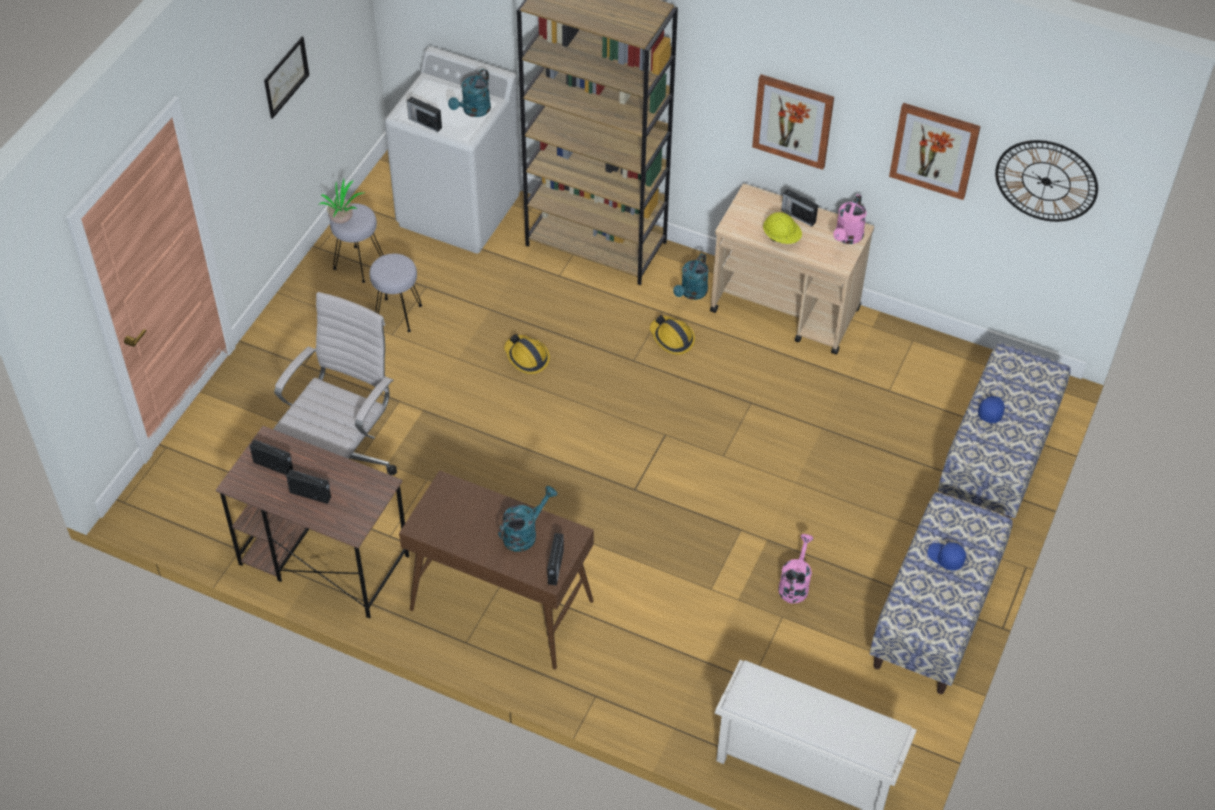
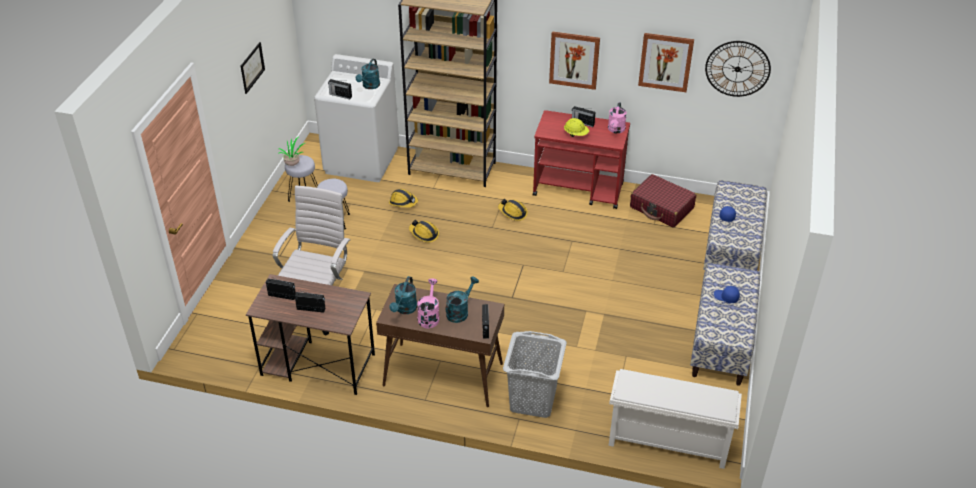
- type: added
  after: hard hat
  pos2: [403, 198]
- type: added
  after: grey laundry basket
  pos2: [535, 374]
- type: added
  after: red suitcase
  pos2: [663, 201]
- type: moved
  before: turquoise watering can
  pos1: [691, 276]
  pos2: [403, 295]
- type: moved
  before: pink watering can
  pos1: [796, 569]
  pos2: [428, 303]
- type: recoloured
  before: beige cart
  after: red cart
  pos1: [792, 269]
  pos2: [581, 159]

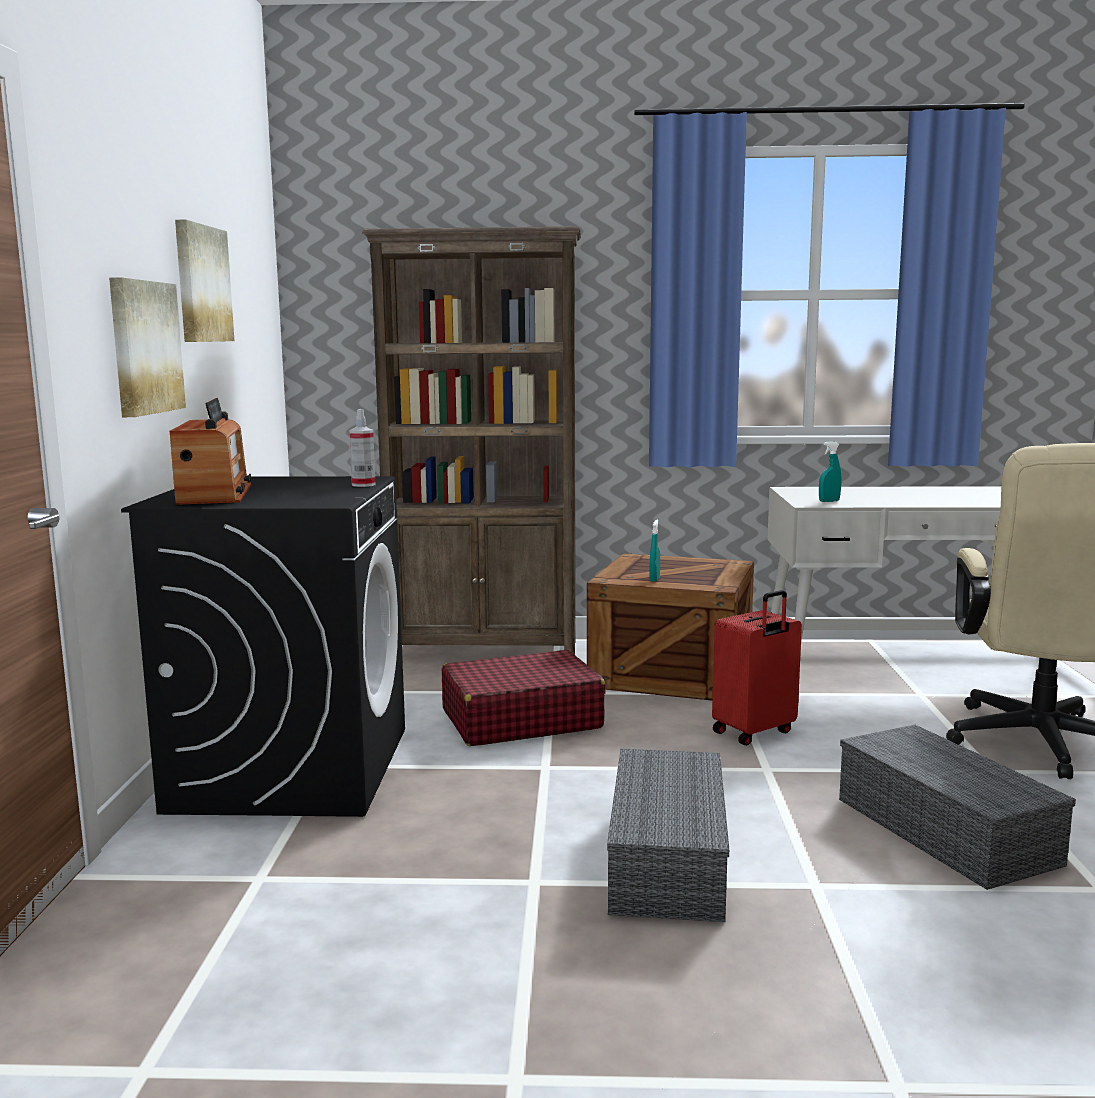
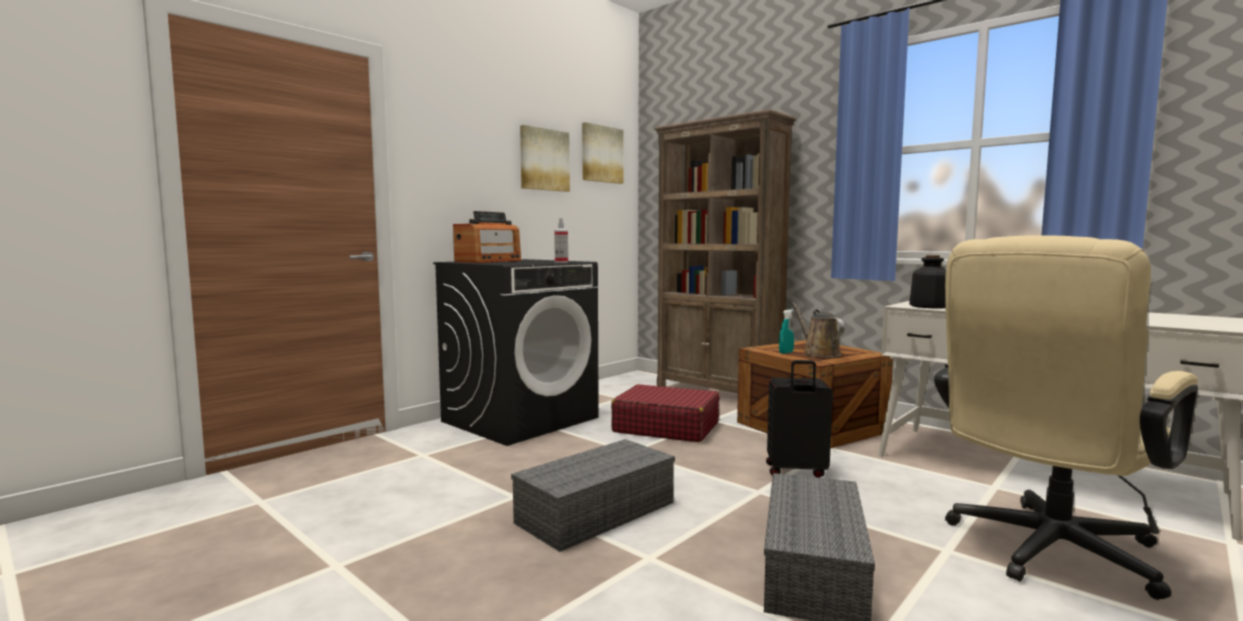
- type: added
  after: brown watering can
  pos2: [818, 330]
- type: moved
  before: picture
  pos1: [147, 347]
  pos2: [603, 153]
- type: replaced
  before: turquoise spray bottle
  after: bottle
  pos1: [830, 472]
  pos2: [927, 281]
- type: recoloured
  before: red suitcase
  after: black suitcase
  pos1: [757, 668]
  pos2: [799, 419]

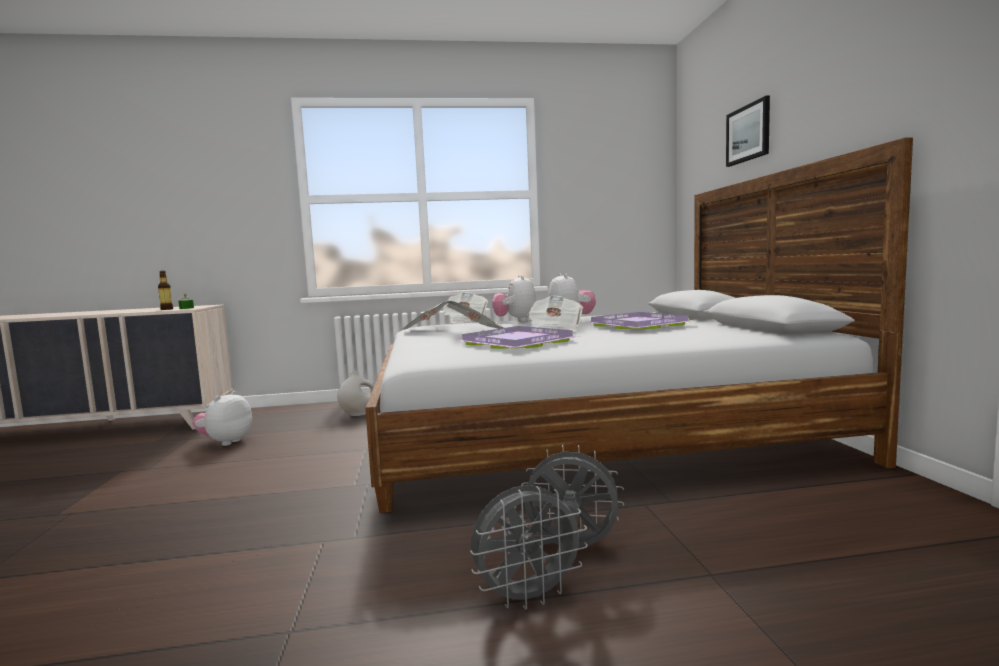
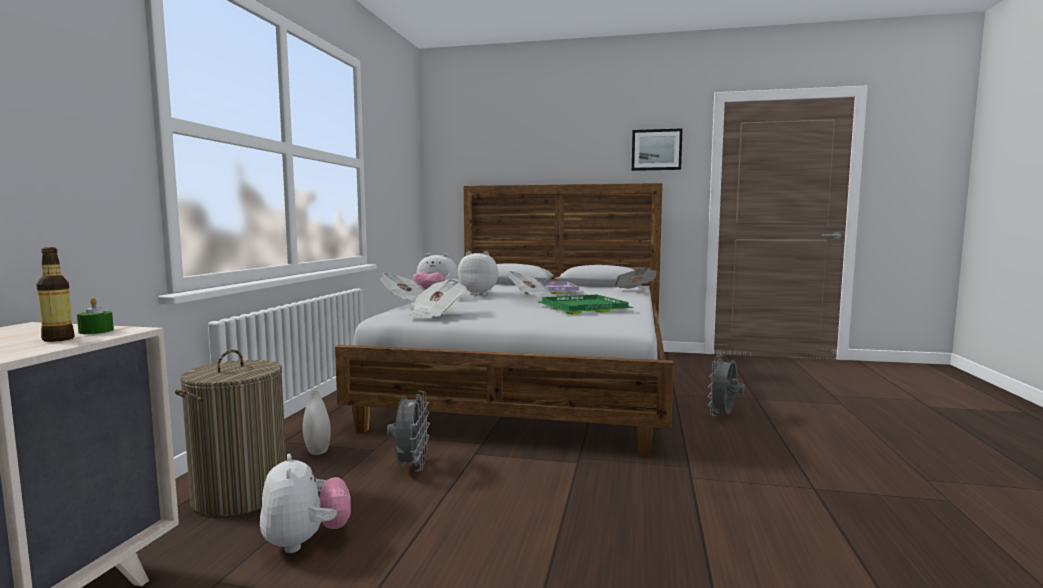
- type: added
  after: laundry basket
  pos2: [230, 433]
- type: moved
  before: newspaper
  pos1: [475, 315]
  pos2: [635, 278]
- type: moved
  before: grey fan
  pos1: [529, 547]
  pos2: [408, 431]
- type: moved
  before: picture
  pos1: [748, 131]
  pos2: [657, 149]
- type: recoloured
  before: purple tray
  after: green tray
  pos1: [516, 337]
  pos2: [586, 304]
- type: turned
  before: plush toy
  pos1: [222, 418]
  pos2: [305, 503]
  turn: -150

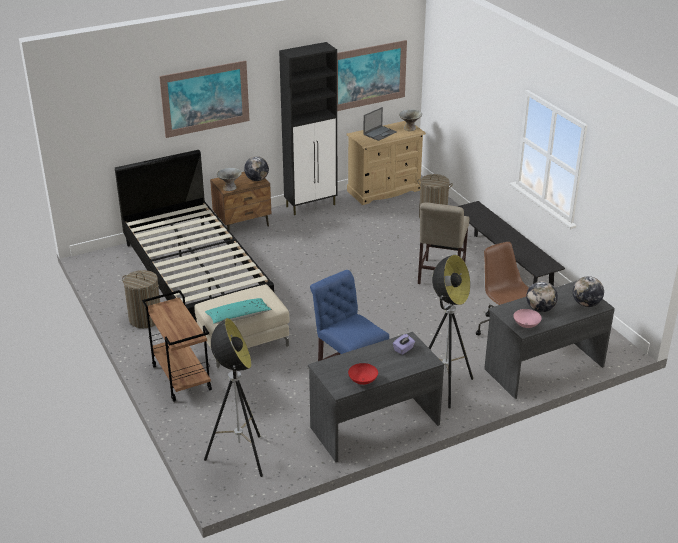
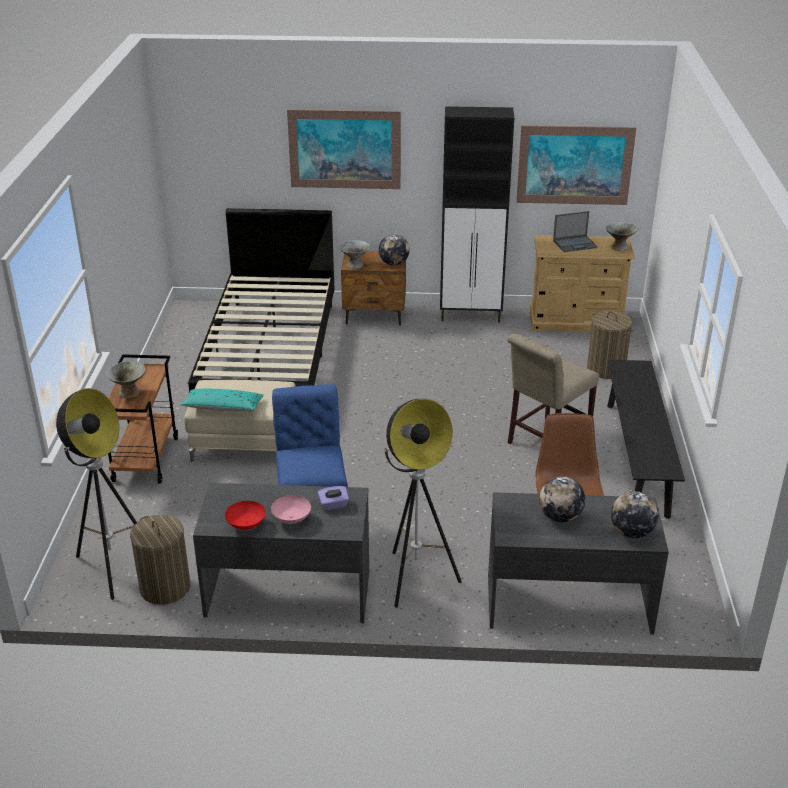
- type: added
  after: grey bowl
  pos2: [126, 380]
- type: moved
  before: laundry basket
  pos1: [141, 299]
  pos2: [160, 560]
- type: moved
  before: pink bowl
  pos1: [528, 318]
  pos2: [291, 509]

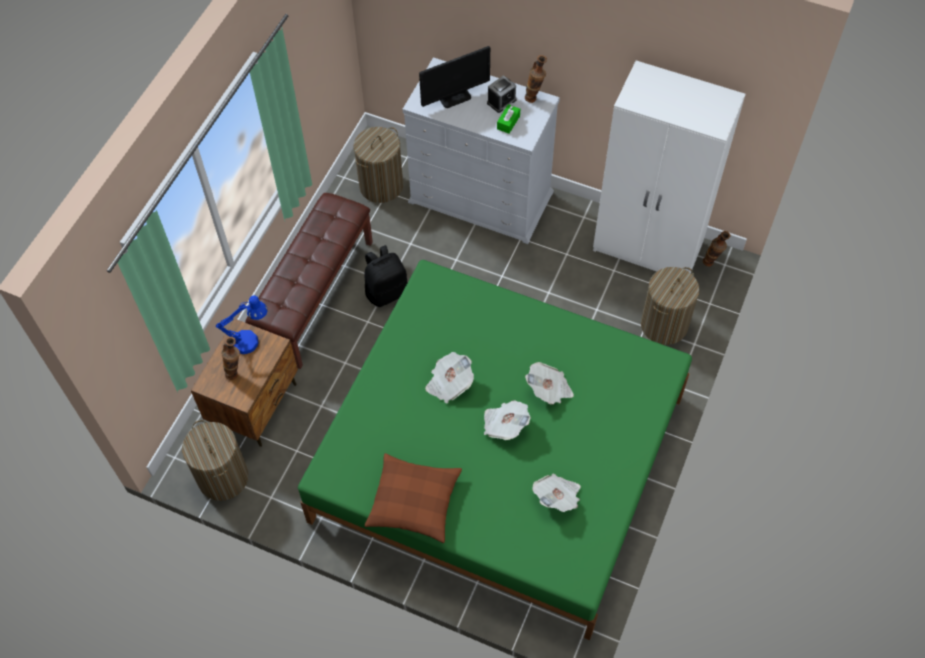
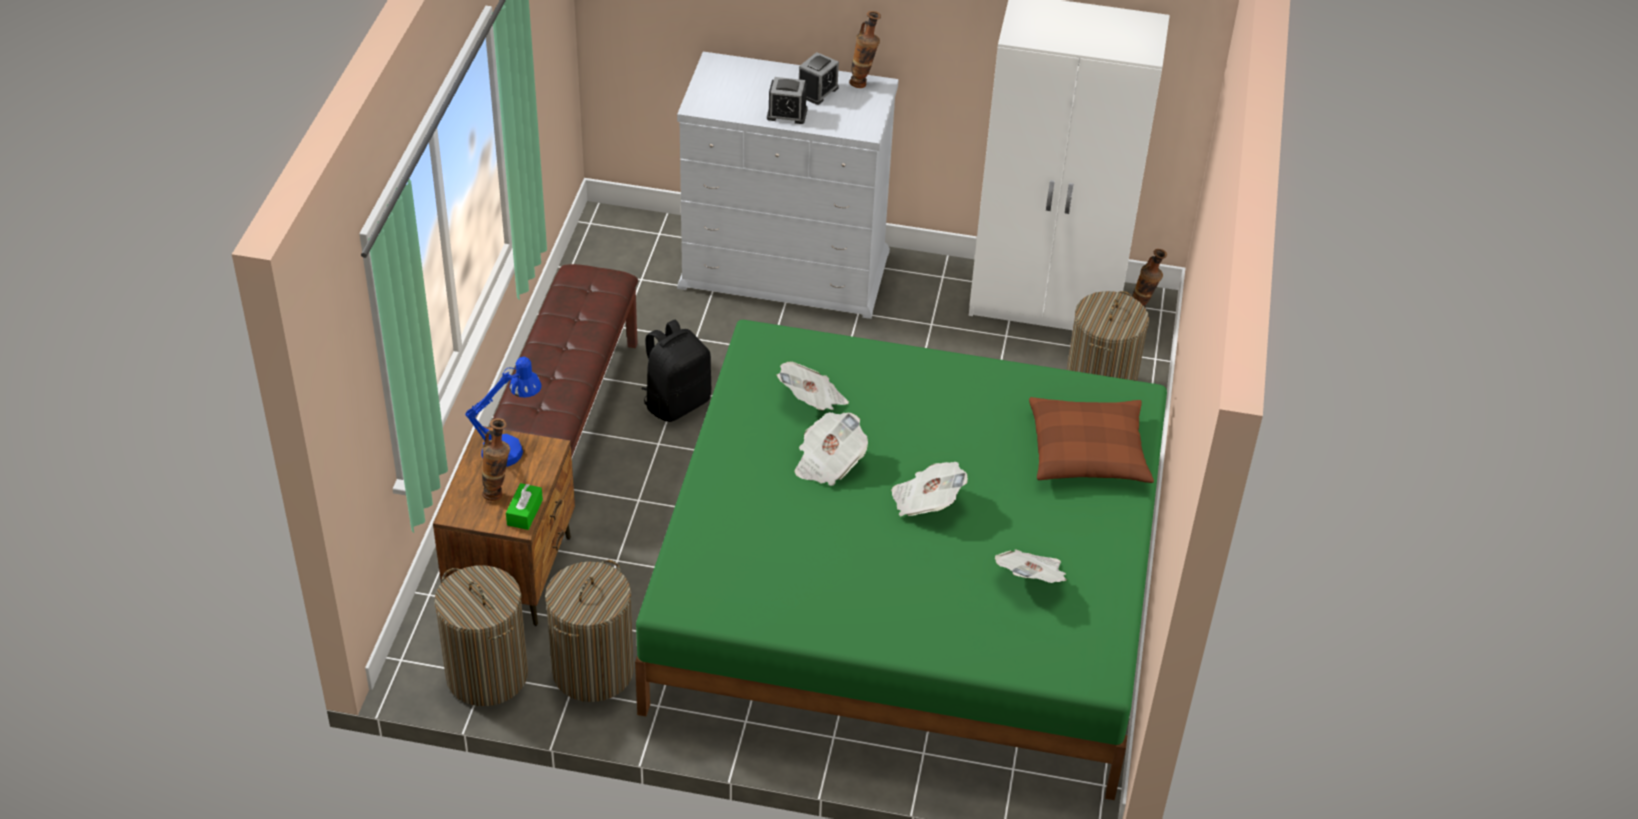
- type: removed
  before: monitor
  pos1: [454, 77]
- type: added
  after: alarm clock
  pos2: [787, 100]
- type: moved
  before: laundry basket
  pos1: [378, 165]
  pos2: [589, 631]
- type: moved
  before: brown pillow
  pos1: [413, 498]
  pos2: [1091, 440]
- type: moved
  before: green tissue box
  pos1: [508, 119]
  pos2: [524, 506]
- type: moved
  before: newspaper
  pos1: [549, 383]
  pos2: [813, 386]

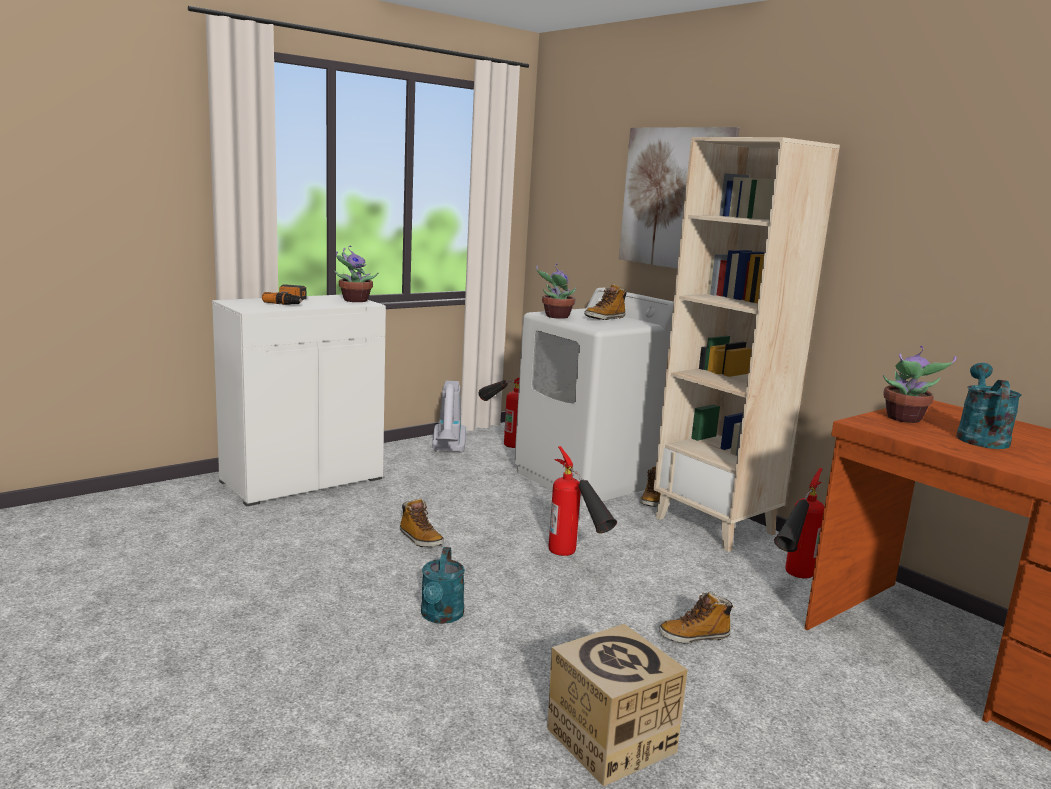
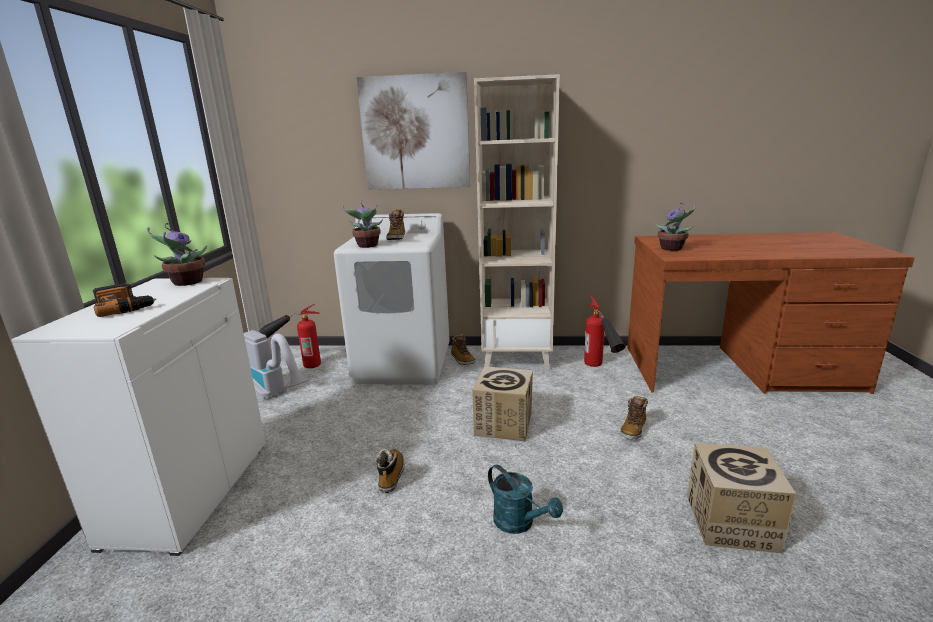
- type: removed
  before: turquoise watering can
  pos1: [988, 406]
- type: replaced
  before: fire extinguisher
  after: cardboard box
  pos1: [583, 501]
  pos2: [502, 403]
- type: turned
  before: boot
  pos1: [422, 522]
  pos2: [390, 470]
  turn: -90

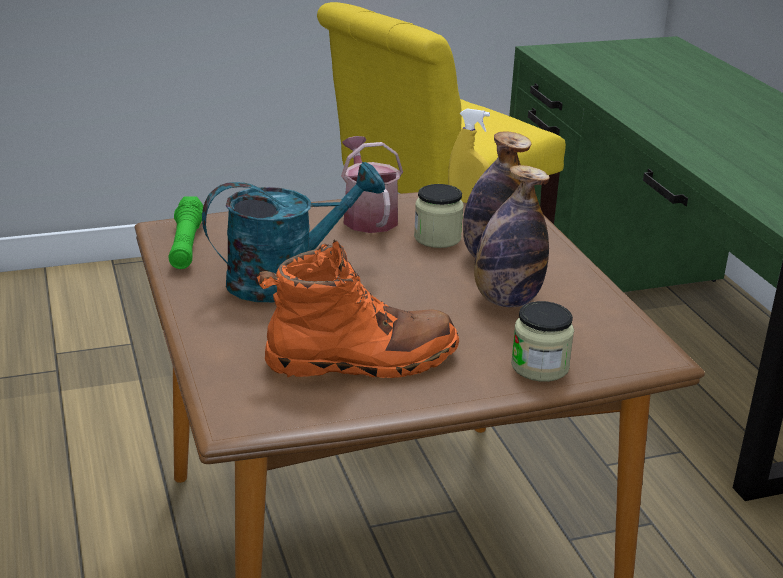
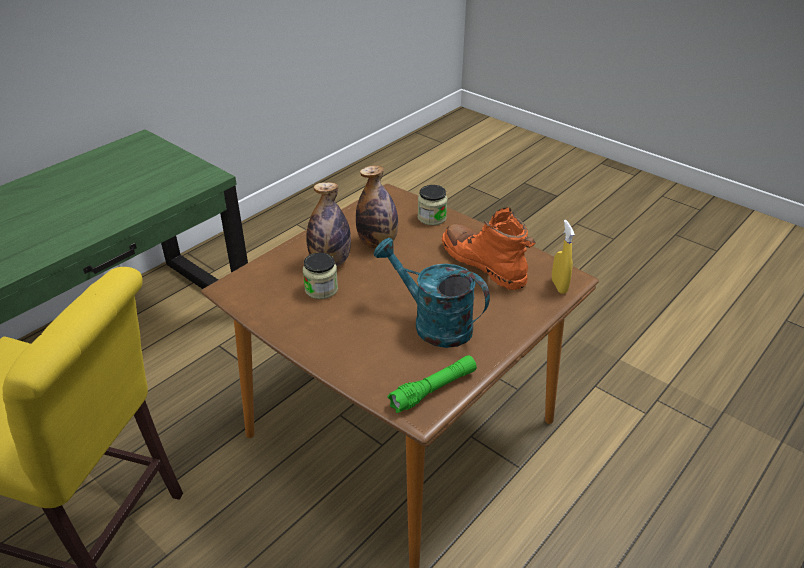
- type: removed
  before: watering can
  pos1: [372, 184]
- type: moved
  before: yellow spray bottle
  pos1: [469, 155]
  pos2: [563, 257]

